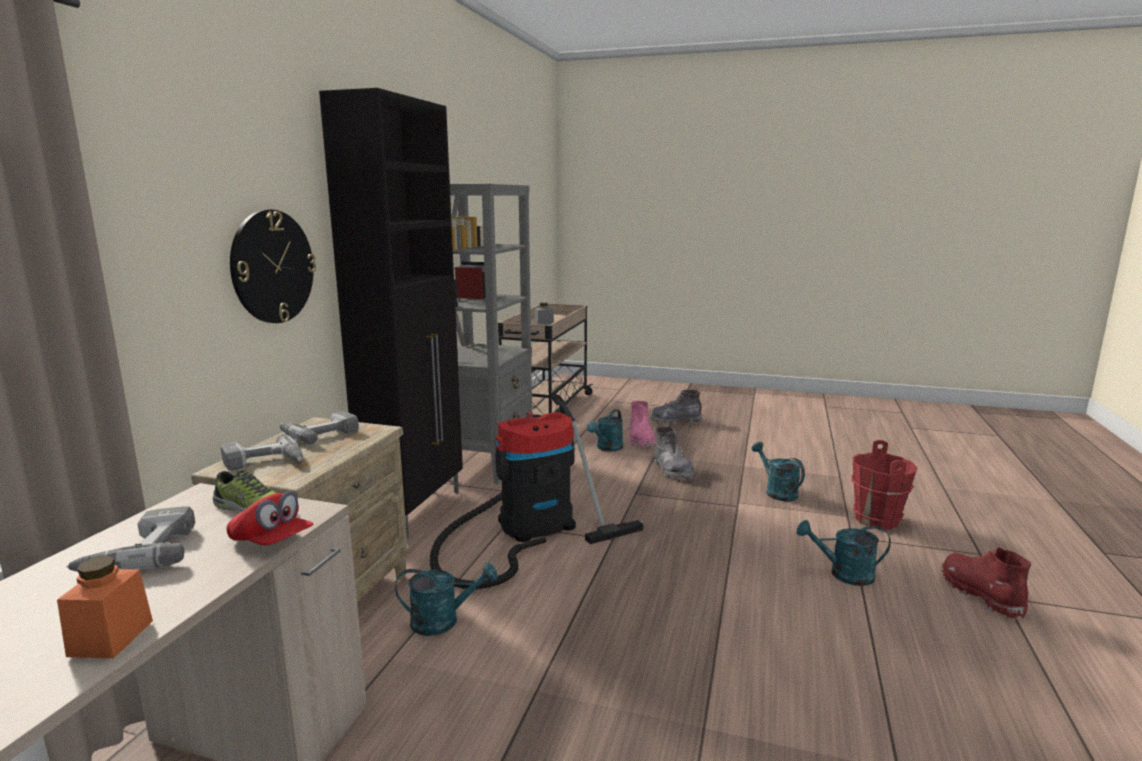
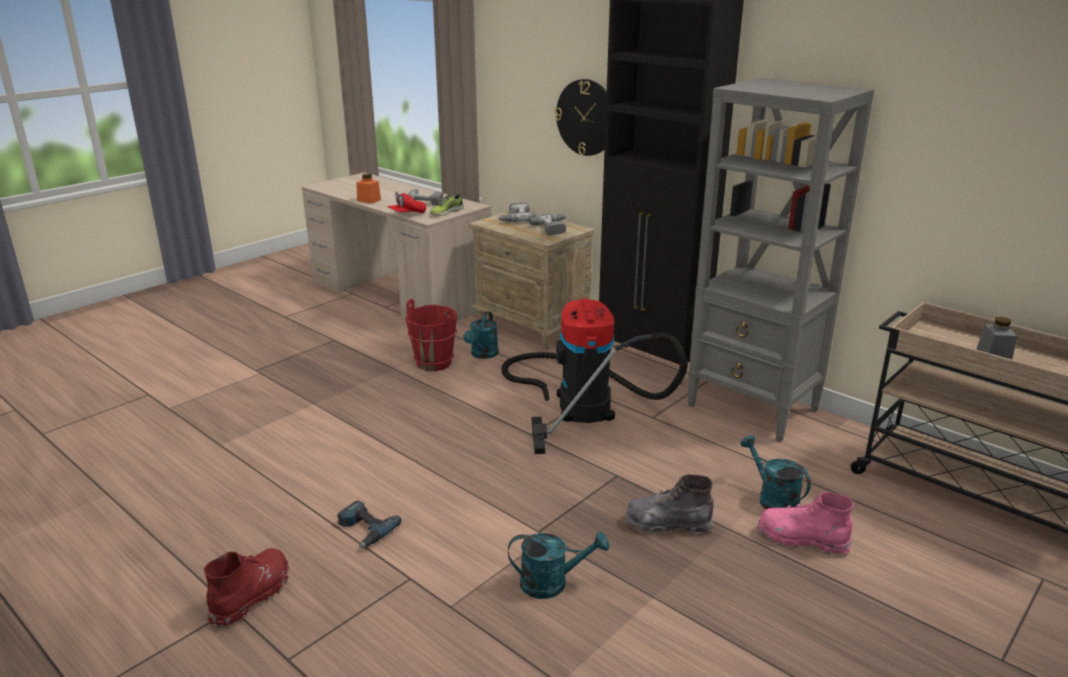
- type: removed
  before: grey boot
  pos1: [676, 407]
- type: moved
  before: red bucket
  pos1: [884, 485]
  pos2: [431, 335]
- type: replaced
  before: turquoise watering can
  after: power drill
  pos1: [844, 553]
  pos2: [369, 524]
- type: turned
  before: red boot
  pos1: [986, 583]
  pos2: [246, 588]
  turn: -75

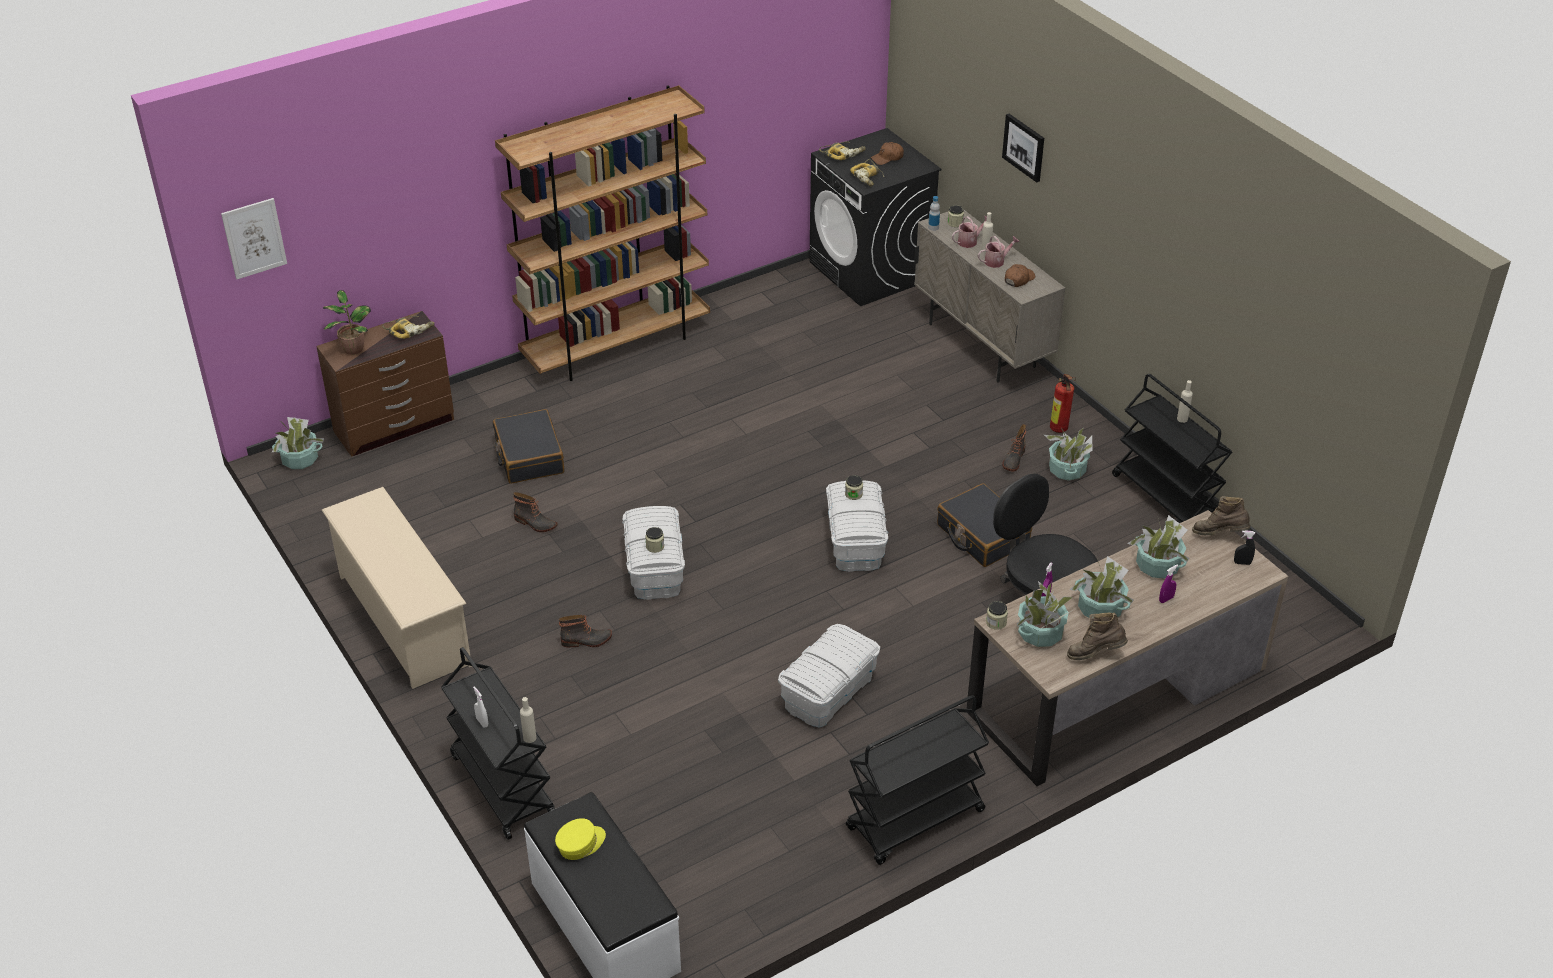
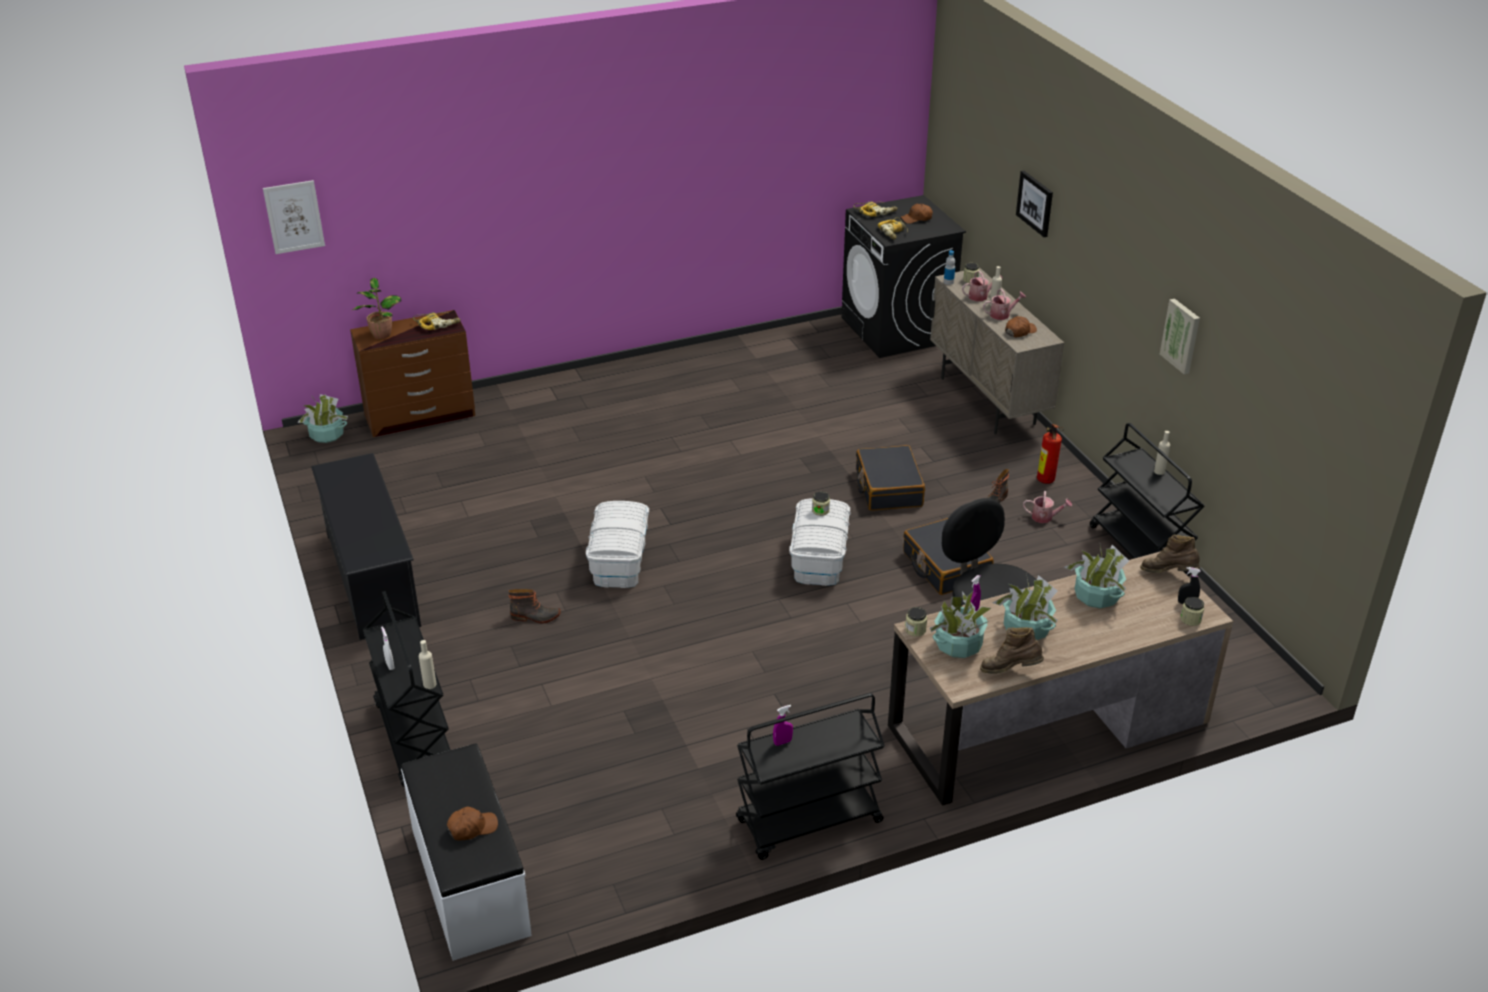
- type: removed
  before: brown bookcase
  pos1: [602, 233]
- type: removed
  before: boot
  pos1: [535, 512]
- type: removed
  before: yellow cap
  pos1: [580, 839]
- type: removed
  before: white storage box
  pos1: [829, 676]
- type: added
  after: brown cap
  pos2: [472, 823]
- type: added
  after: picture
  pos2: [1180, 336]
- type: moved
  before: black suitcase
  pos1: [528, 446]
  pos2: [890, 478]
- type: moved
  before: jar
  pos1: [654, 540]
  pos2: [1192, 611]
- type: moved
  before: purple spray bottle
  pos1: [1168, 583]
  pos2: [783, 725]
- type: replaced
  before: potted plant
  after: watering can
  pos1: [1068, 454]
  pos2: [1047, 507]
- type: recoloured
  before: beige shoe rack
  after: black shoe rack
  pos1: [397, 588]
  pos2: [366, 546]

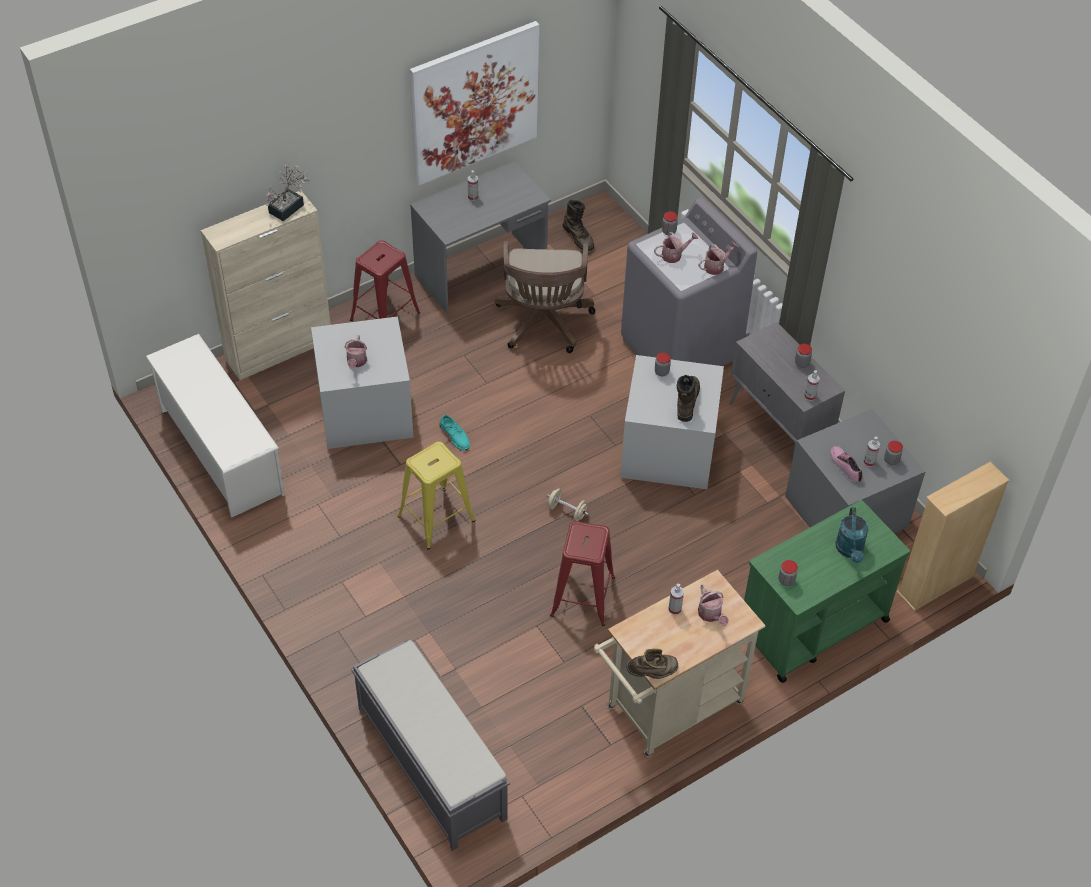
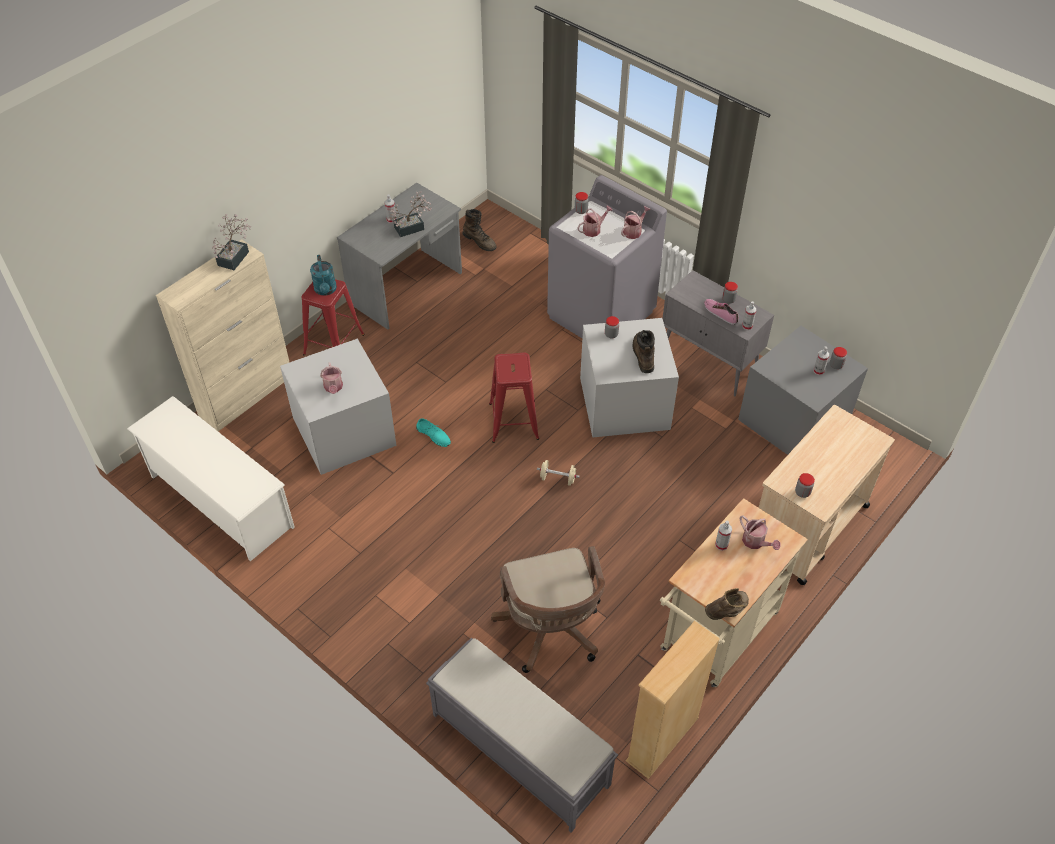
- type: removed
  before: yellow stool
  pos1: [436, 495]
- type: removed
  before: picture
  pos1: [474, 103]
- type: added
  after: potted plant
  pos2: [410, 214]
- type: moved
  before: brown office chair
  pos1: [544, 297]
  pos2: [548, 609]
- type: moved
  before: red stool
  pos1: [582, 573]
  pos2: [514, 397]
- type: moved
  before: shoe
  pos1: [846, 464]
  pos2: [721, 312]
- type: moved
  before: turquoise watering can
  pos1: [851, 535]
  pos2: [323, 275]
- type: moved
  before: beige bookcase
  pos1: [953, 536]
  pos2: [673, 700]
- type: recoloured
  before: green cart
  after: beige cart
  pos1: [827, 591]
  pos2: [826, 495]

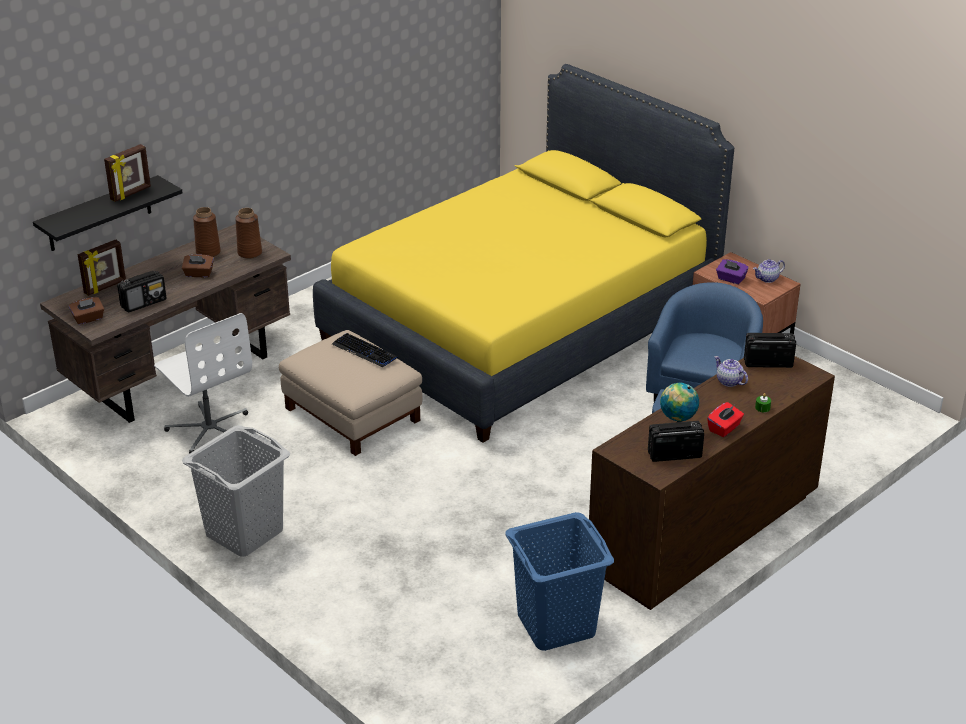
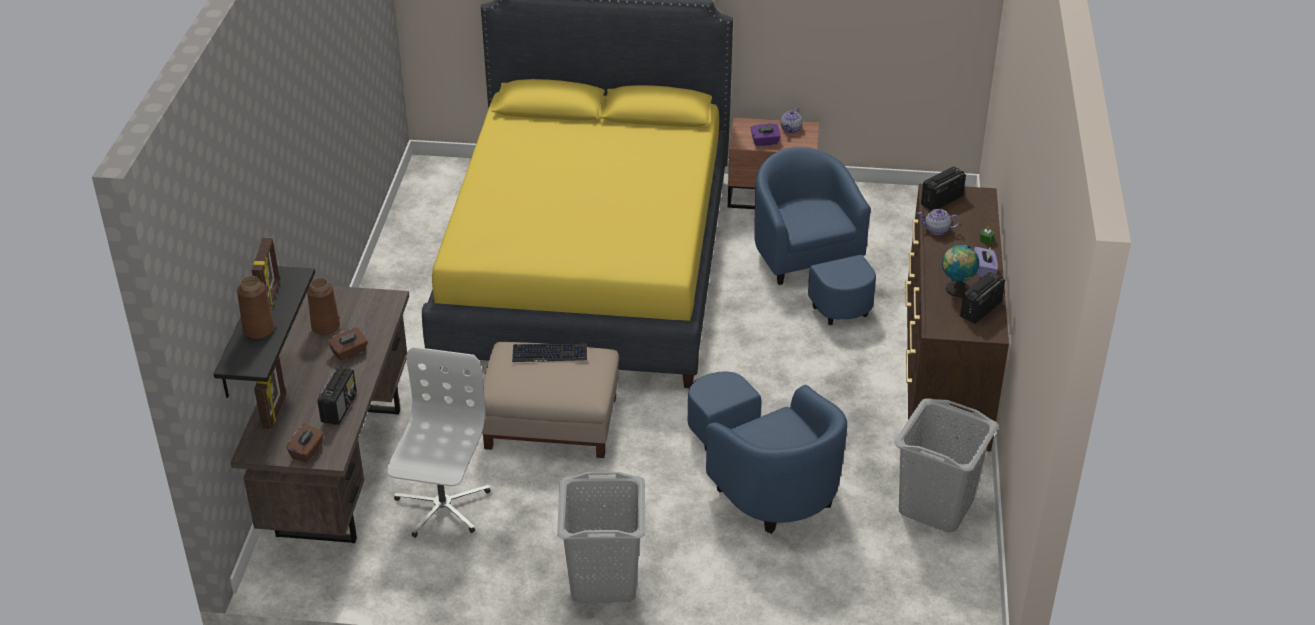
- type: added
  after: blue armchair
  pos2: [767, 453]
- type: moved
  before: brown vase
  pos1: [248, 233]
  pos2: [256, 307]
- type: recoloured
  before: blue laundry basket
  after: grey laundry basket
  pos1: [559, 581]
  pos2: [946, 465]
- type: recoloured
  before: red tissue box
  after: purple tissue box
  pos1: [725, 419]
  pos2: [986, 262]
- type: turned
  before: white office chair
  pos1: [203, 383]
  pos2: [438, 442]
  turn: -90

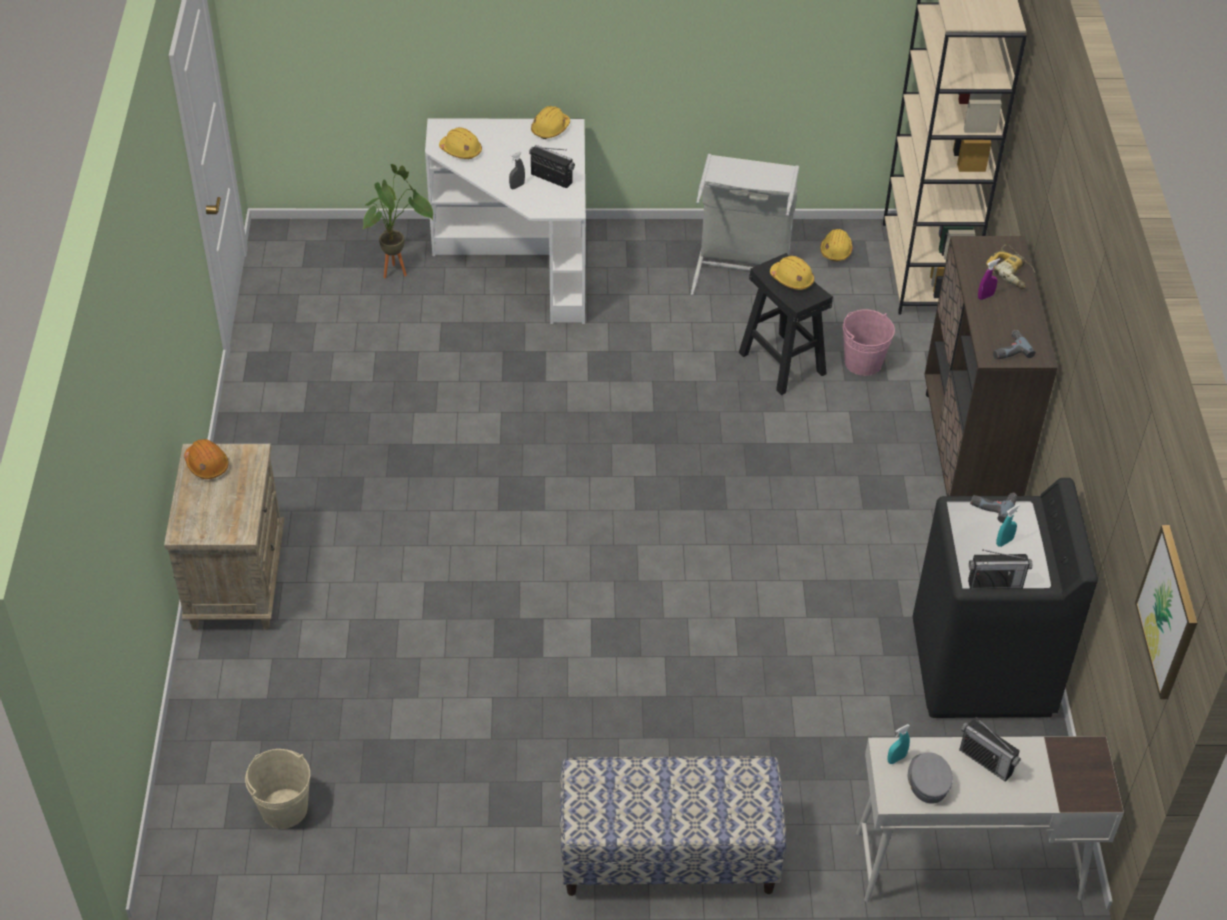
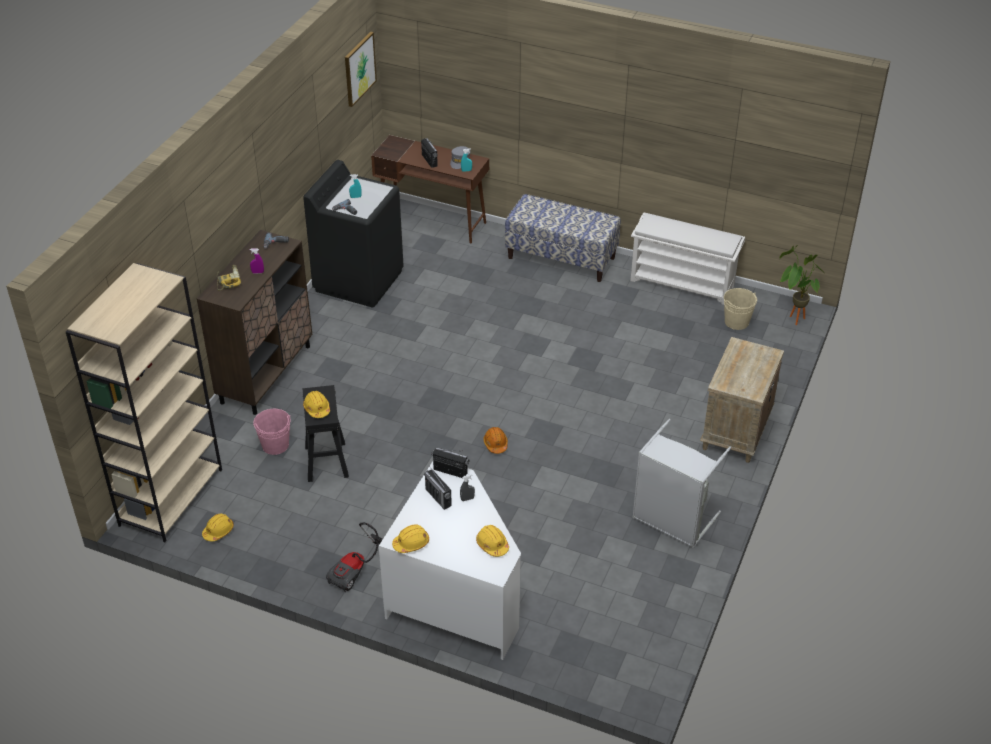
- type: added
  after: vacuum cleaner
  pos2: [354, 557]
- type: added
  after: white shoe rack
  pos2: [687, 258]
- type: moved
  before: orange hard hat
  pos1: [206, 459]
  pos2: [495, 440]
- type: moved
  before: potted plant
  pos1: [398, 221]
  pos2: [802, 285]
- type: moved
  before: grey laundry basket
  pos1: [745, 231]
  pos2: [681, 483]
- type: moved
  before: radio
  pos1: [1000, 569]
  pos2: [450, 462]
- type: recoloured
  before: white desk
  after: brown desk
  pos1: [990, 819]
  pos2: [430, 189]

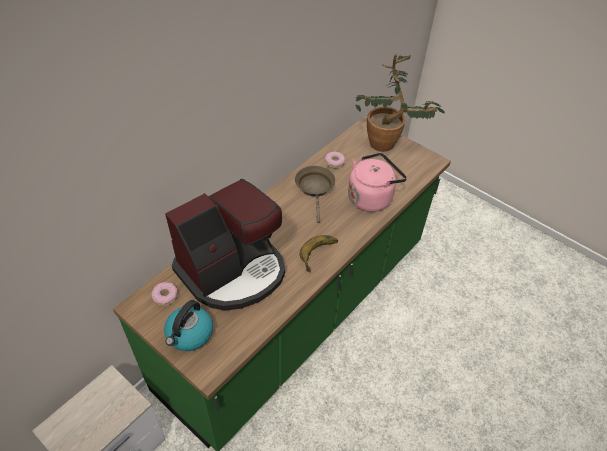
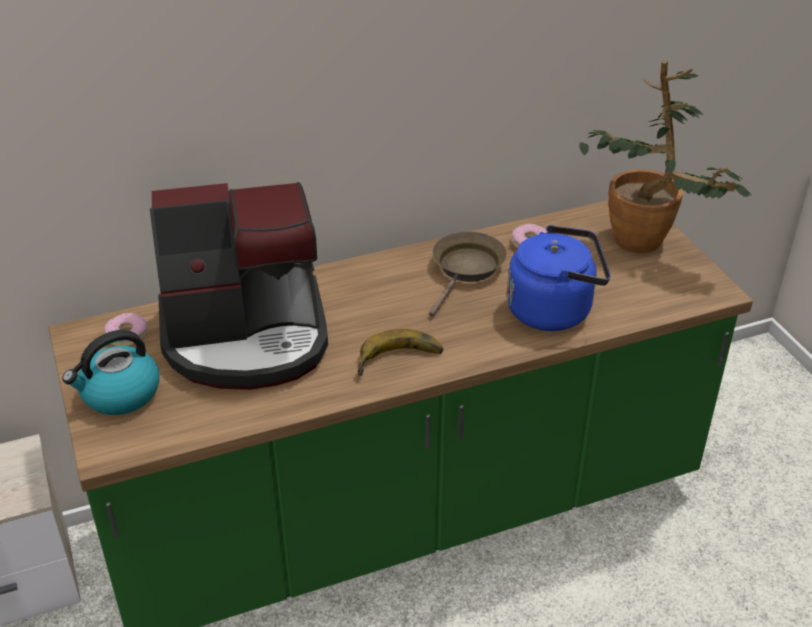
- type: recoloured
  before: pink kettle
  after: blue kettle
  pos1: [377, 182]
  pos2: [558, 278]

